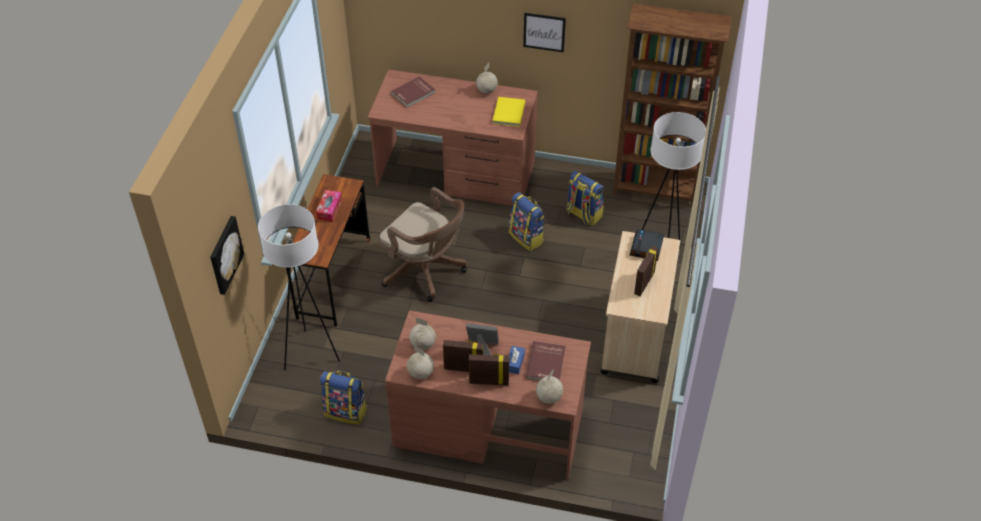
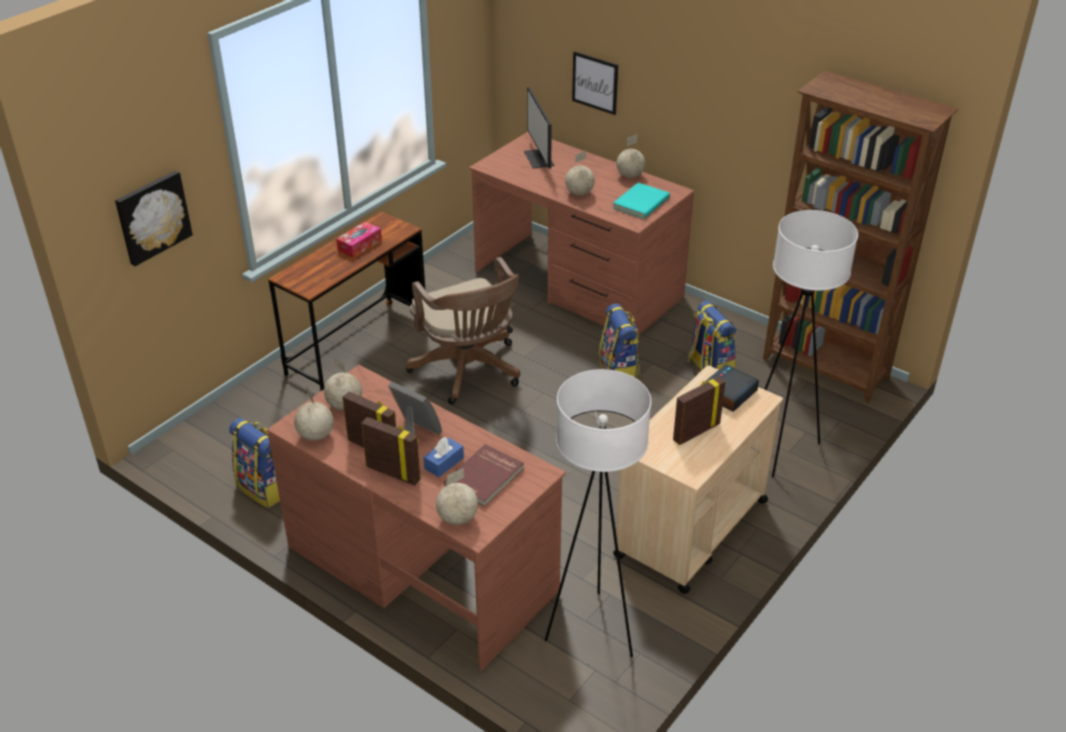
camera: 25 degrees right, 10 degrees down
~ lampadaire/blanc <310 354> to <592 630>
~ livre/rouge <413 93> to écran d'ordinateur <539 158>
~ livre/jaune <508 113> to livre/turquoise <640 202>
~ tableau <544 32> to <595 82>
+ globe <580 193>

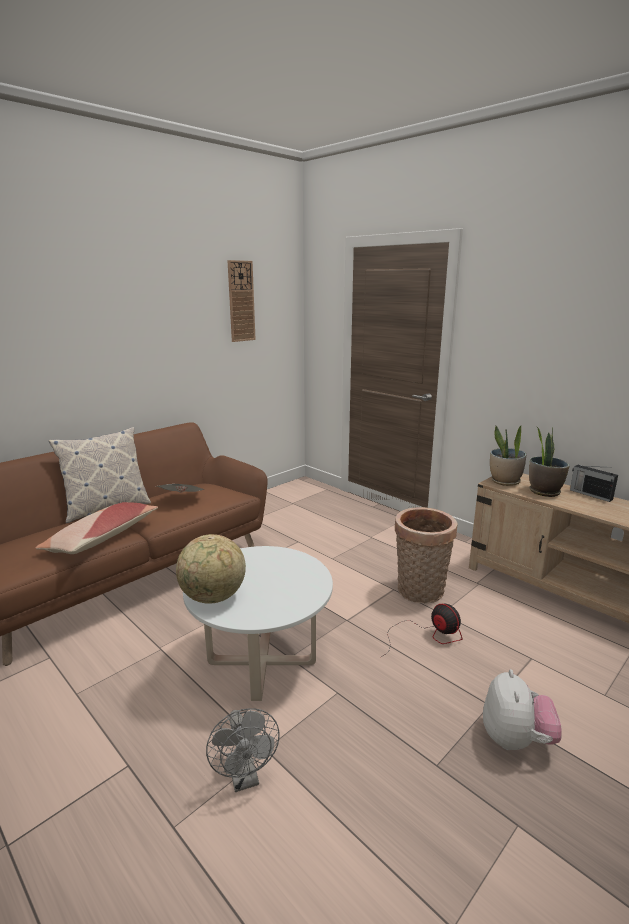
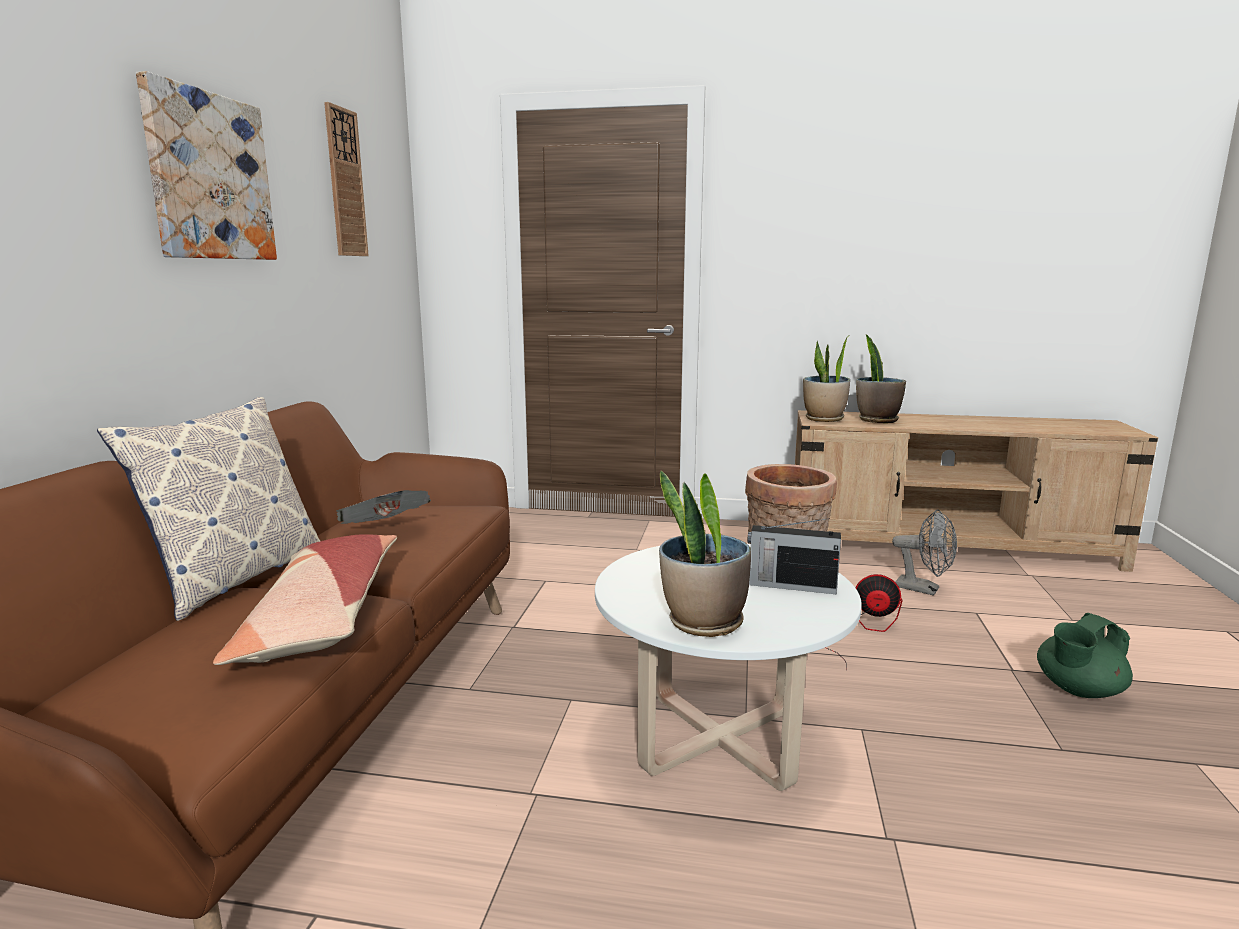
camera: 35 degrees left, 5 degrees down
~ globe <213 597> to plante en pot <703 623>
~ ventilateur/gris <245 778> to <924 589>
~ peluche <515 740> to théière/vert <1078 690>
~ radio <590 494> to <790 585>
+ tableau <209 177>

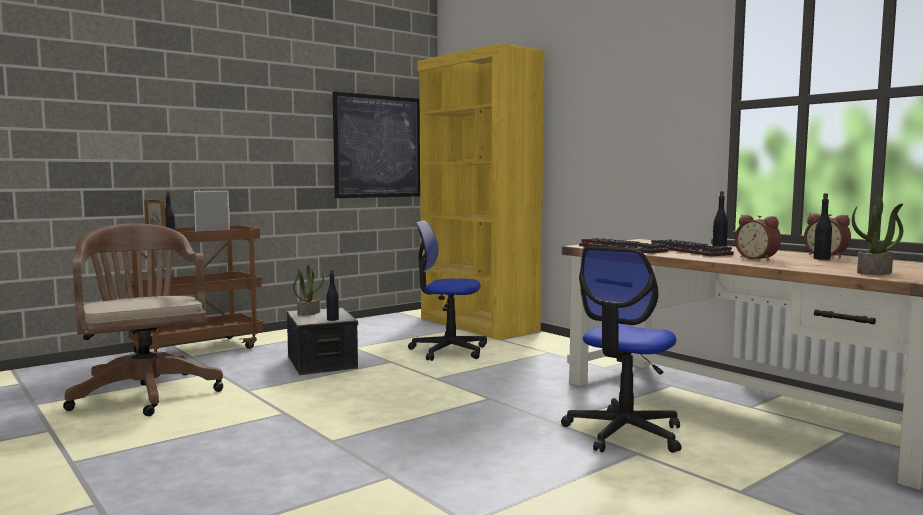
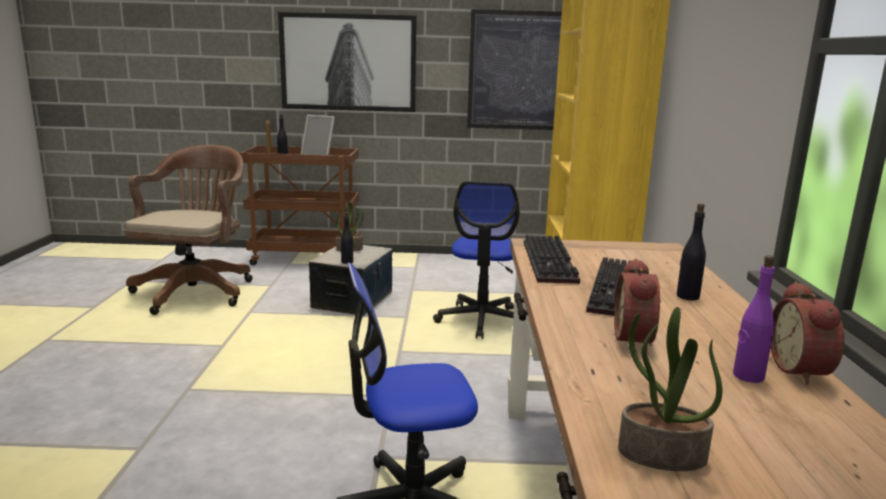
camera: 40 degrees right, 10 degrees up
~ chaise de bureau <448 350> = <481 320> 135 degrees counterclockwise
~ bouteille/noir <821 259> to bouteille/violet <748 376>
+ tableau <348 62>

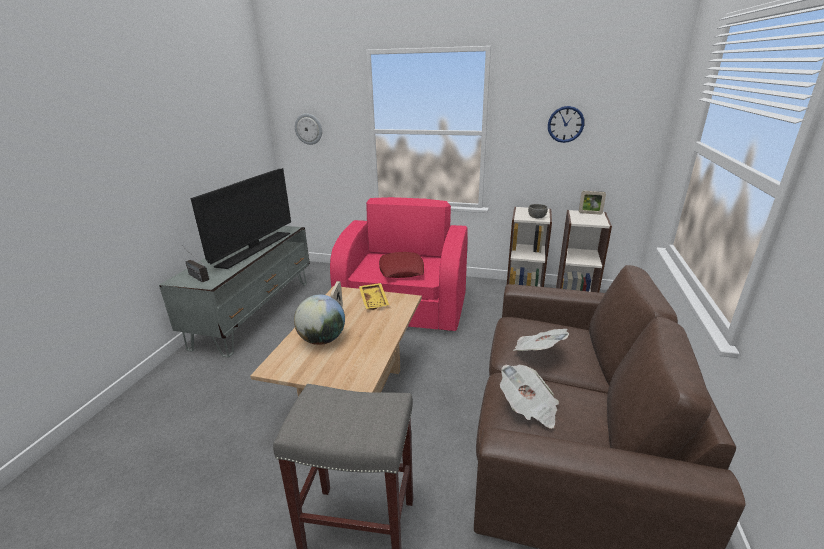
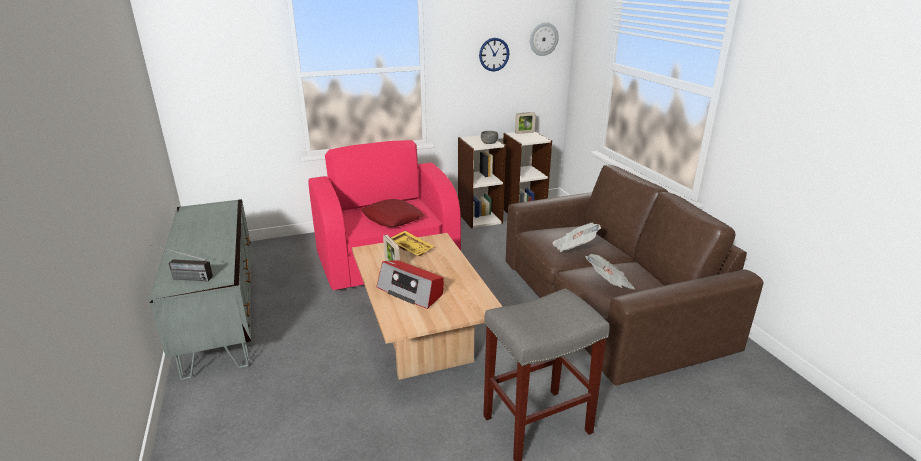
camera: 35 degrees left, 0 degrees up
- téléviseur <254 249>
~ globe <322 340> to radio <411 291>
~ horloge murale <308 129> to <543 39>

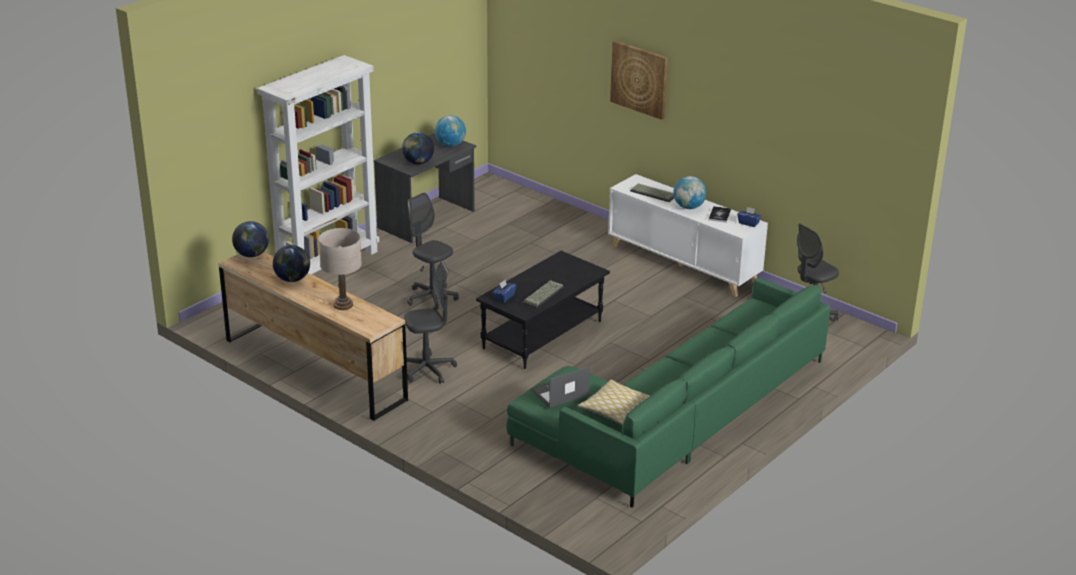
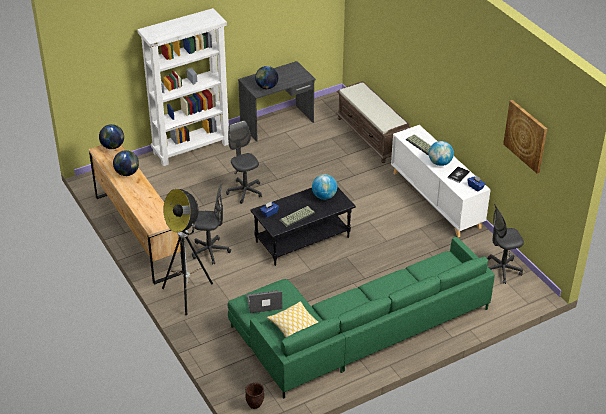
camera: 20 degrees right, 10 degrees up
- lampe de table/beige <343 305>
~ globe <450 145> to <324 196>
~ tableau <639 79> to <526 136>
+ lampadaire <188 295>
+ cache-pot/marron <255 405>
+ banc/marron <372 136>

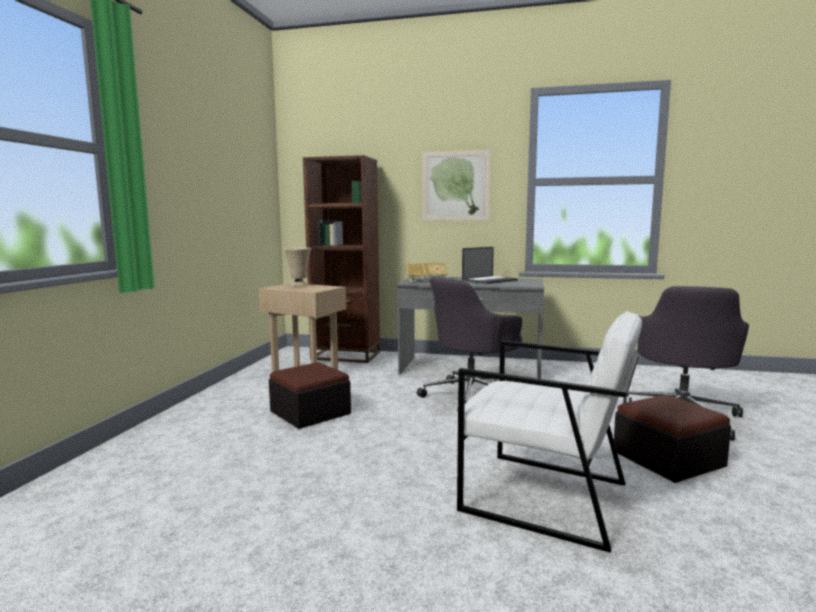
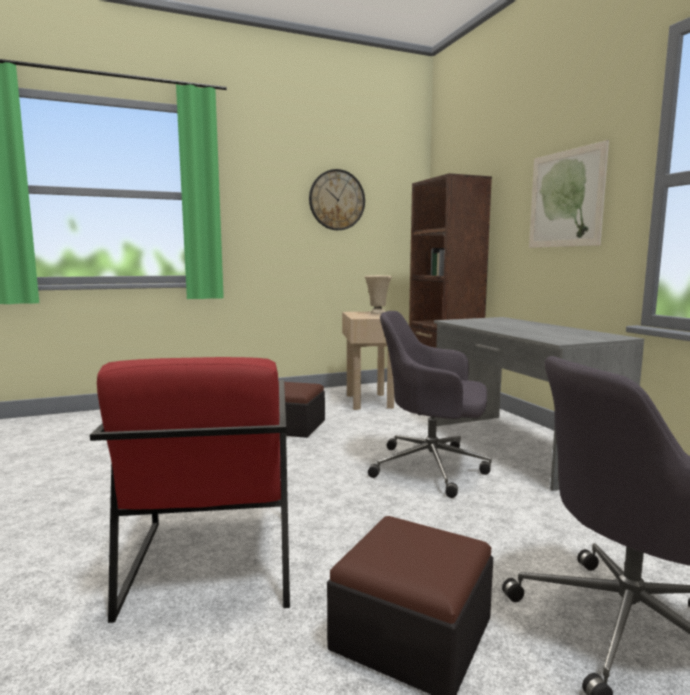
camera: 55 degrees right, 0 degrees up
- livre <426 281>
~ fauteuil/blanc <544 497> to fauteuil/rouge <211 560>
- ordinateur portable <489 280>
+ horloge murale <337 200>

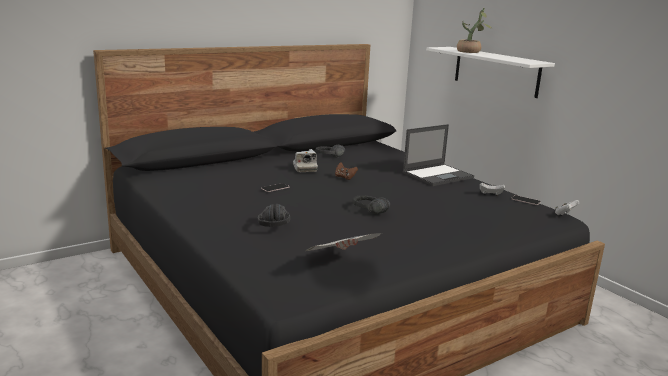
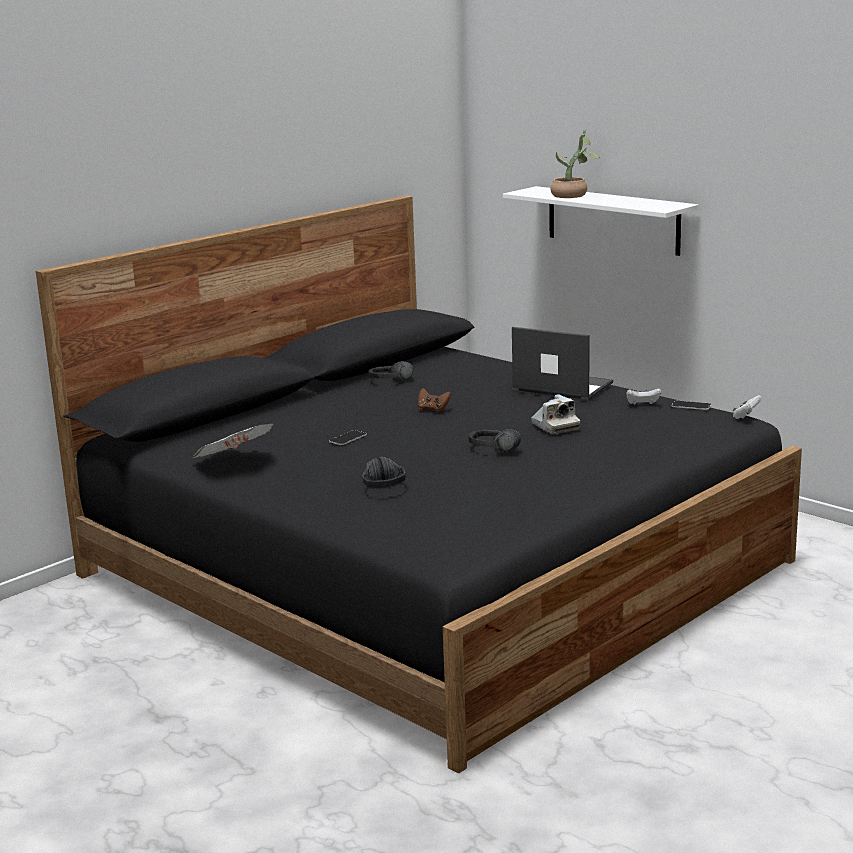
camera: 10 degrees left, 0 degrees up
~ appareil photo <304 168> to <555 427>
~ journal <341 261> to <234 462>
~ ordinateur portable <438 175> = <561 387> 105 degrees counterclockwise

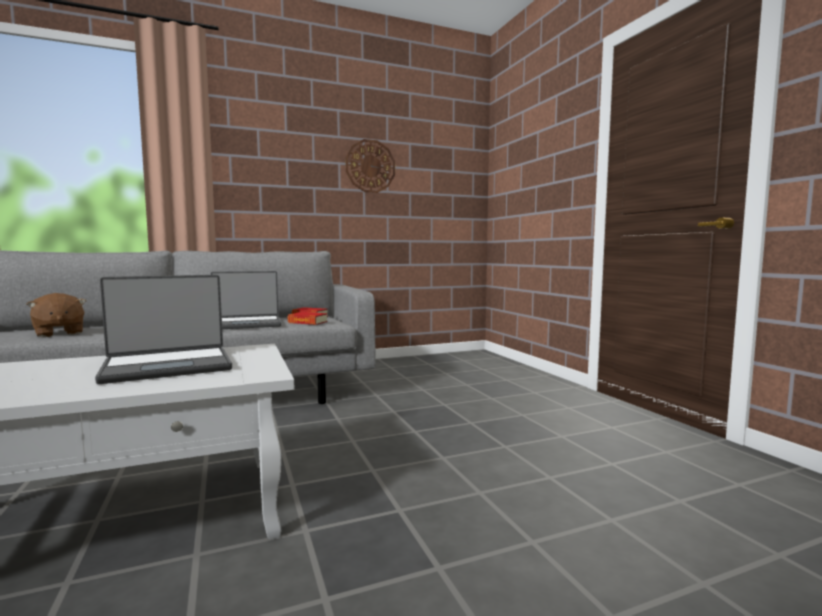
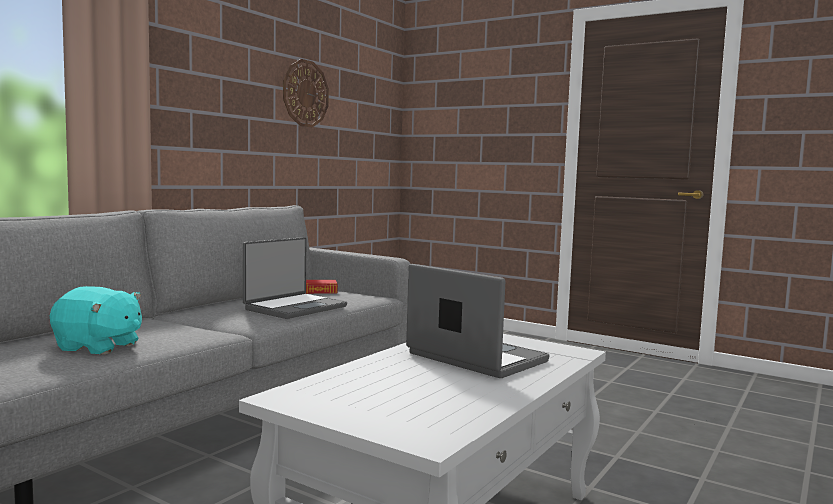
camera: 35 degrees left, 0 degrees up
~ peluche/marron <58 333> to peluche/turquoise <98 347>
~ ordinateur portable <168 366> = <475 358> 75 degrees counterclockwise
- livre <307 322>

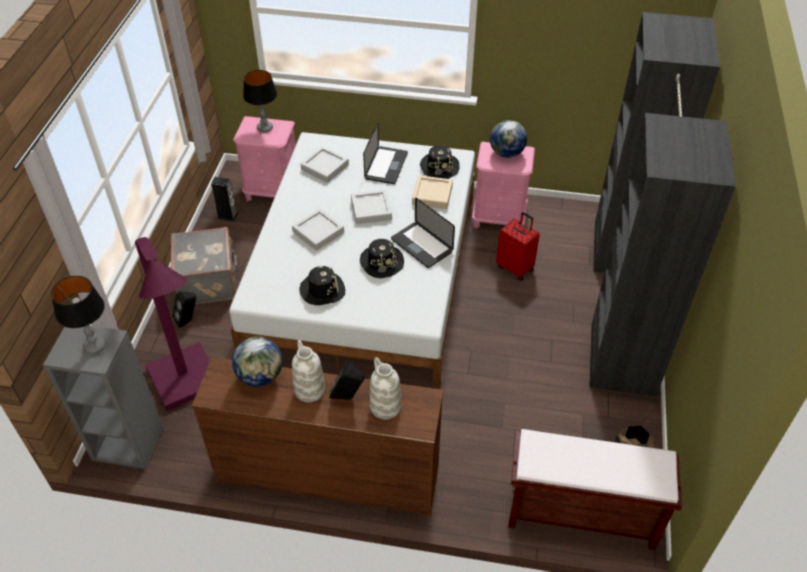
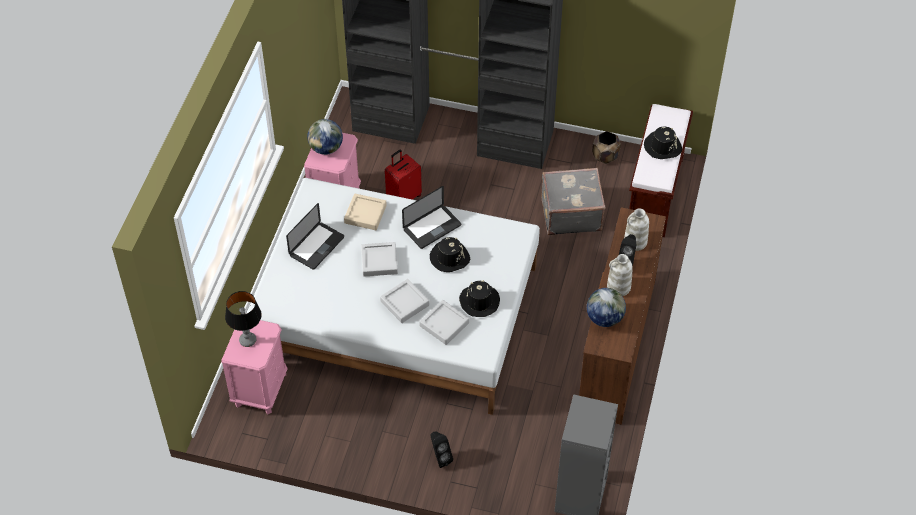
camera: 85 degrees left, 5 degrees up
- lampe de table <95 345>
- lampadaire/violet <188 386>
~ valise/gris <209 280> to <570 213>
- enceinte <227 215>
~ plateau/gris <325 167> to <444 324>
~ ordinateur portable <386 166> = <316 246> 105 degrees clockwise
~ chapeau/noir <439 167> to <662 146>

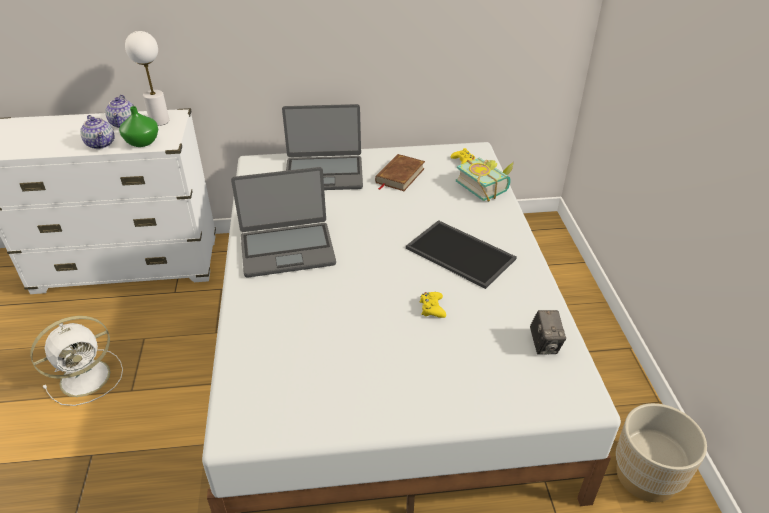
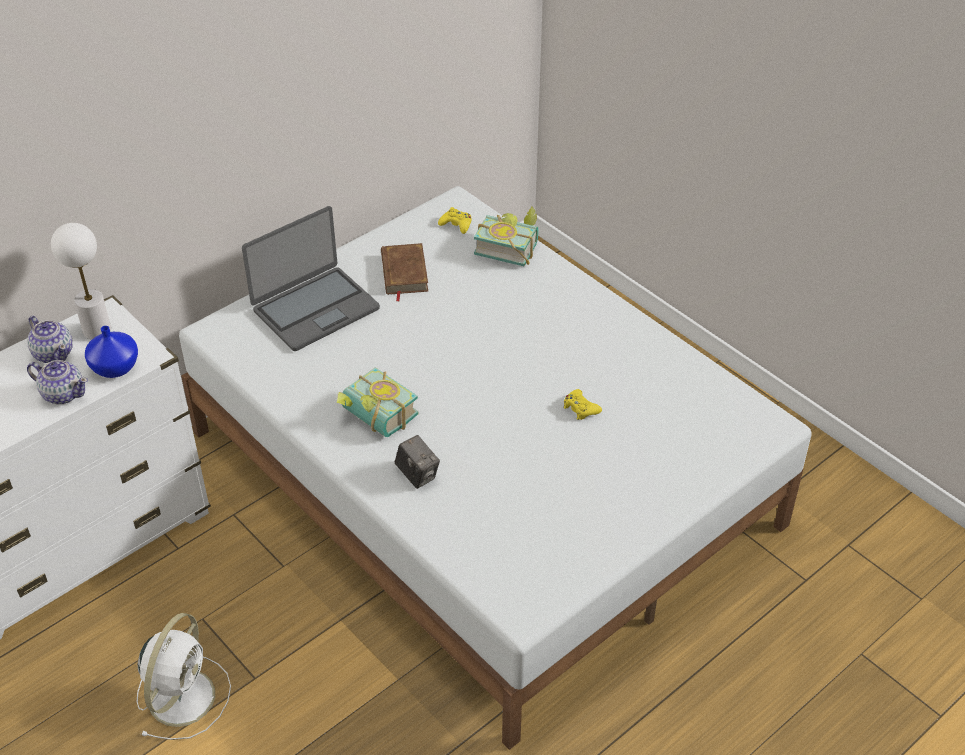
camera: 35 degrees left, 5 degrees up
~ vase/vert <143 142> to vase/bleu <115 367>
~ ordinateur portable <287 249> to livre <374 419>
- plateau <462 253>
~ appareil photo <544 344> to <417 475>
- cache-pot/beige <646 476>

